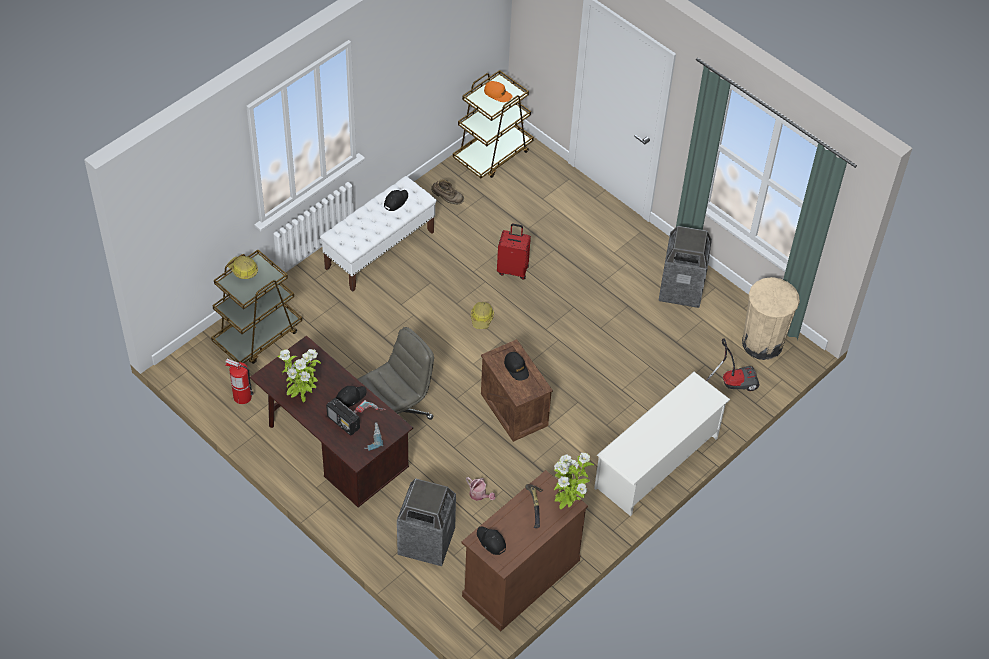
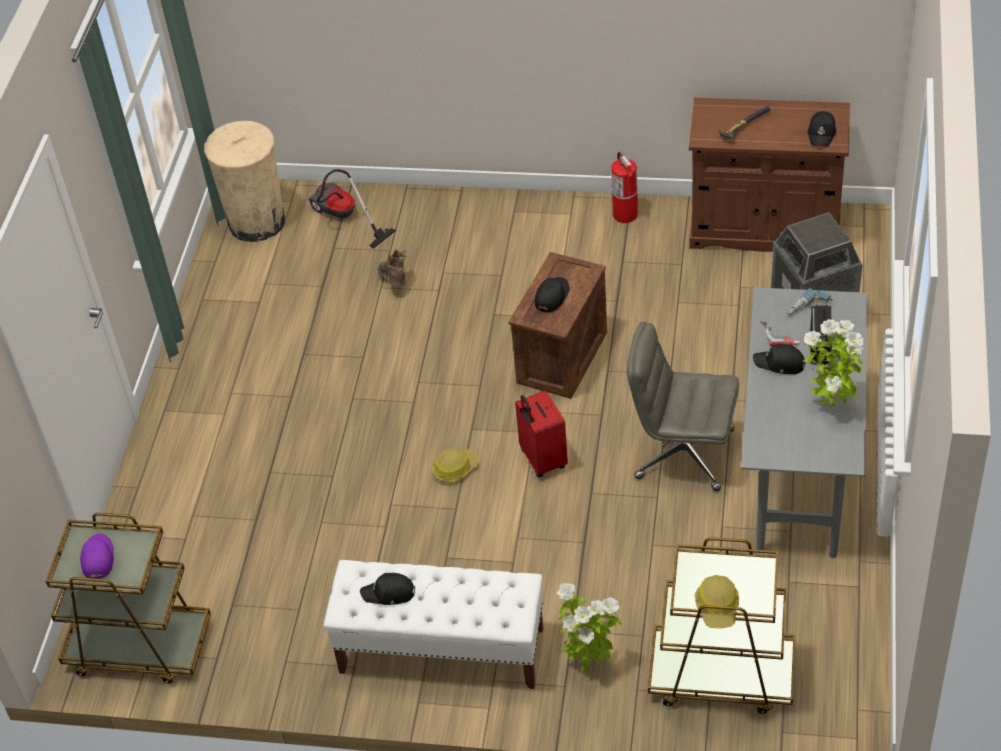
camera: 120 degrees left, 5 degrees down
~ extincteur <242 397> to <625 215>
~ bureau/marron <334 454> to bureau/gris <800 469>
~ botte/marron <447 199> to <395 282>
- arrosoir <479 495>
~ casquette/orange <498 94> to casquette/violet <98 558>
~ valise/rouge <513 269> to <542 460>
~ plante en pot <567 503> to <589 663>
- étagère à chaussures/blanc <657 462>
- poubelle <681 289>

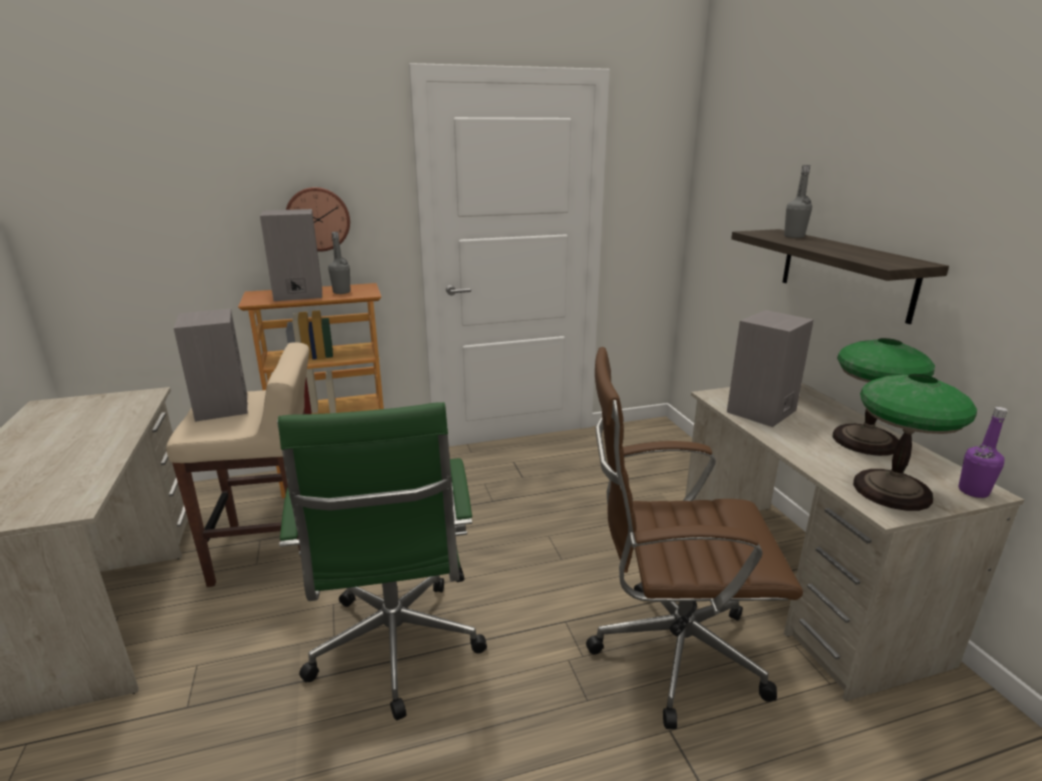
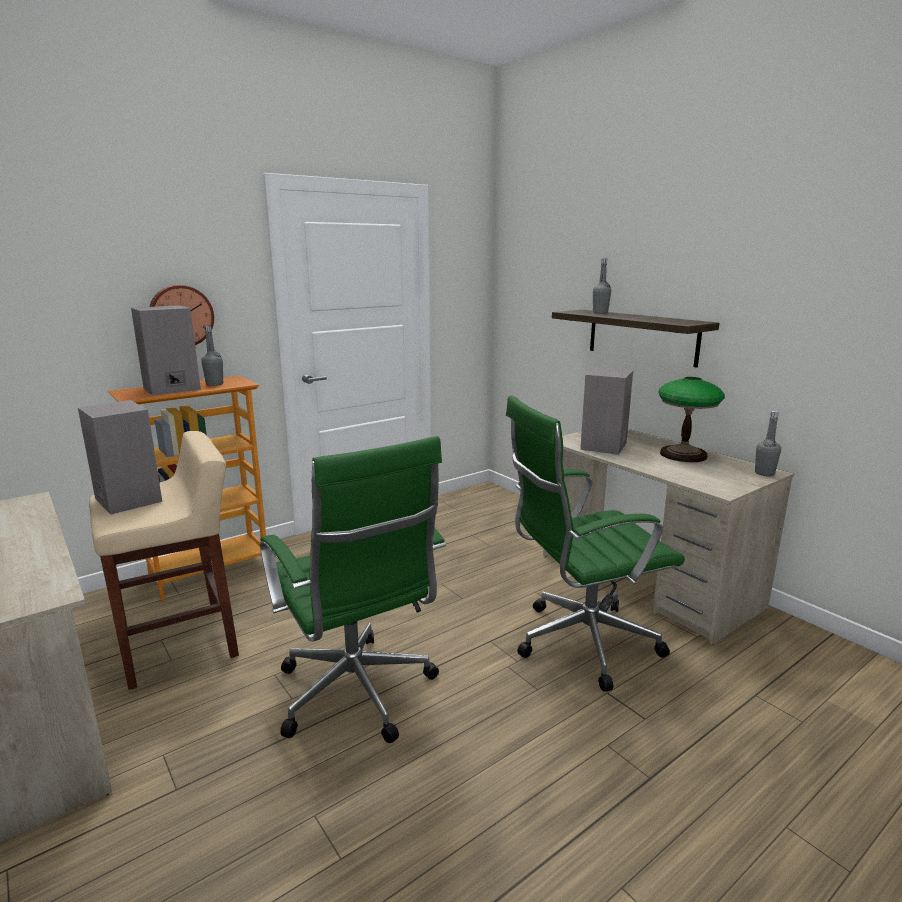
camera: 20 degrees left, 5 degrees down
~ chaise de bureau/marron <669 652> to chaise de bureau/vert <580 643>
- lampe de table <892 491>
~ bouteille/violet <973 491> to bouteille/gris <764 473>

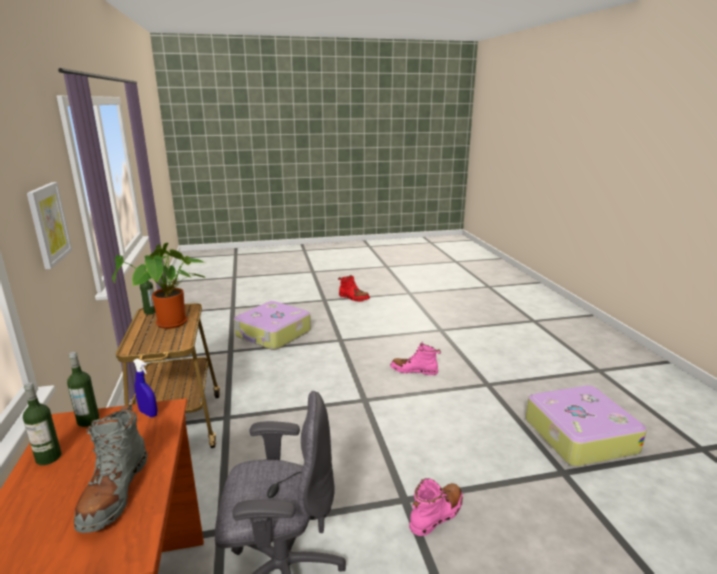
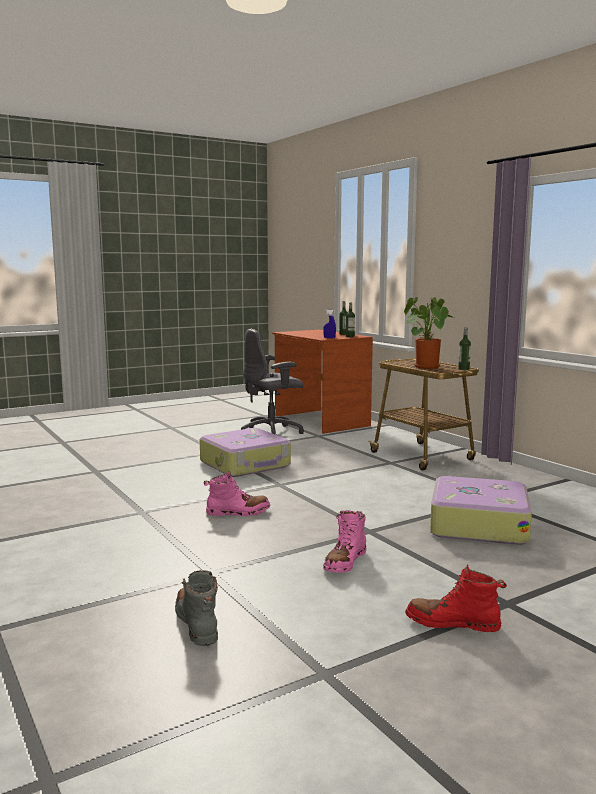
camera: 160 degrees right, 10 degrees down
- tableau <48 224>
~ botte/gris <114 492> to <197 623>
~ botte/rose <437 514> to <345 562>
~ valise <578 435> to <246 464>

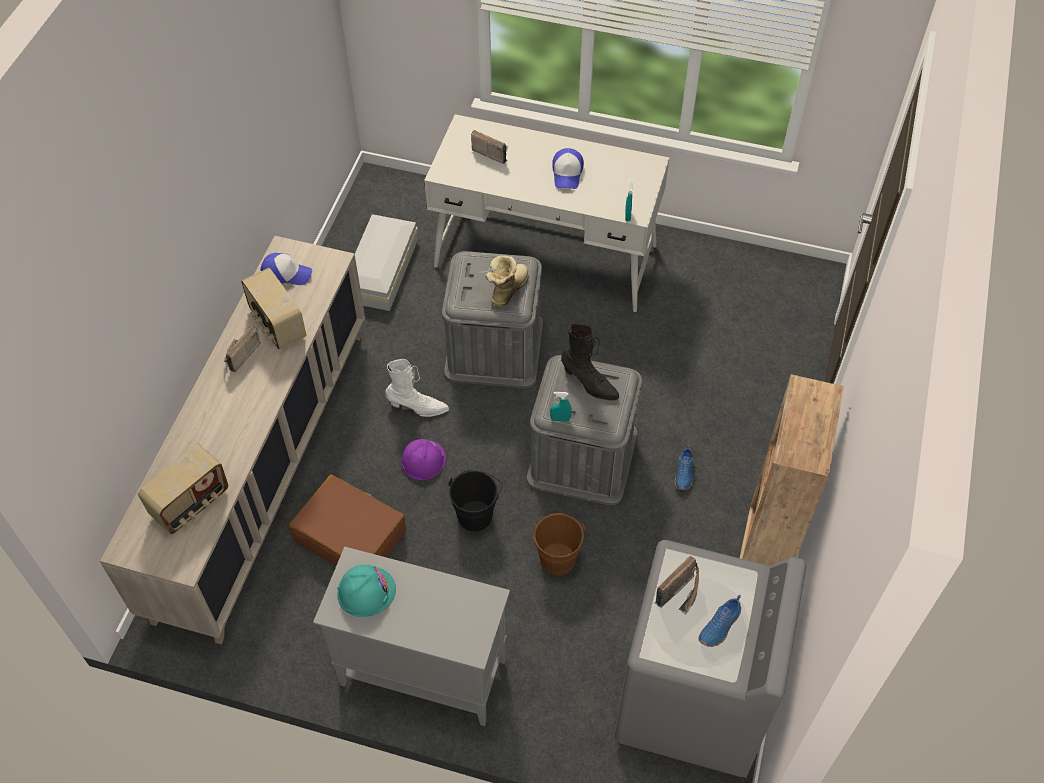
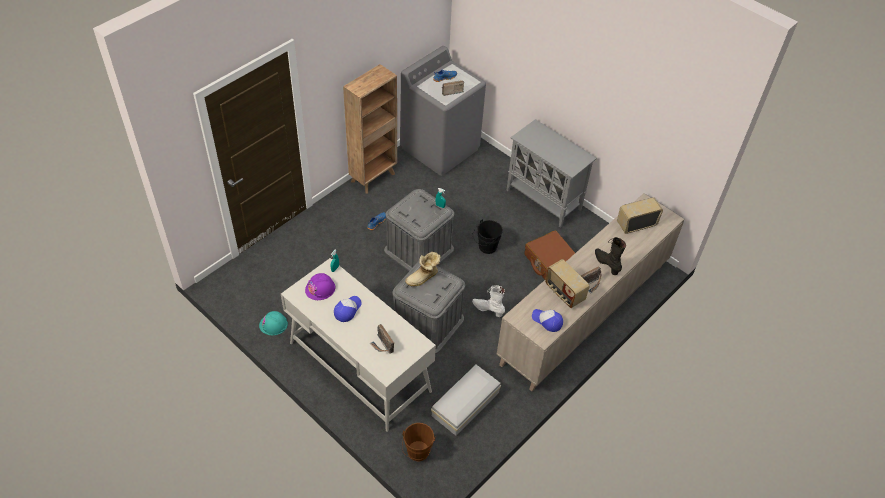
camera: 155 degrees left, 5 degrees down
~ radio <277 324> = <564 293> 150 degrees clockwise
~ casque de chantier/turquoise <366 591> to <273 324>
~ casque de chantier/violet <423 460> to <320 288>
~ seau/marron <556 556> to <417 454>
~ botte/noir <589 384> to <606 264>

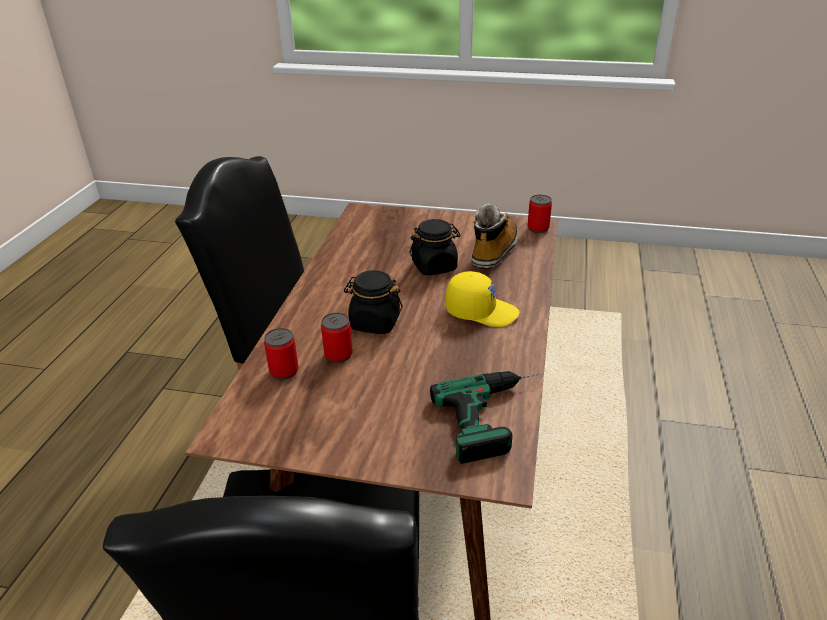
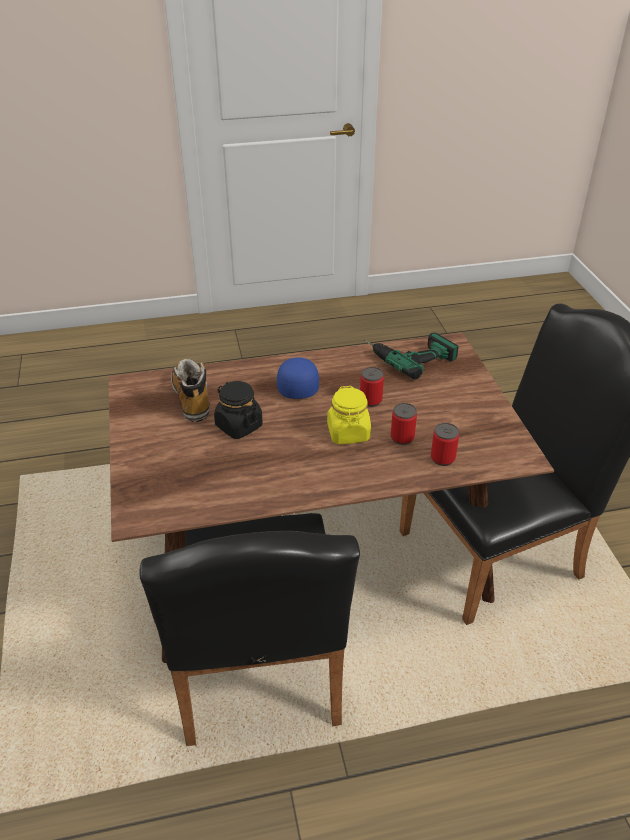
camera: 115 degrees left, 5 degrees up
~ bocal/noir <374 322> to bocal/jaune <348 433>
~ casquette/jaune <481 311> to casquette/bleu <296 384>
~ botte <494 251> = <192 398> 75 degrees clockwise
~ boîte métallique <538 228> to <370 400>

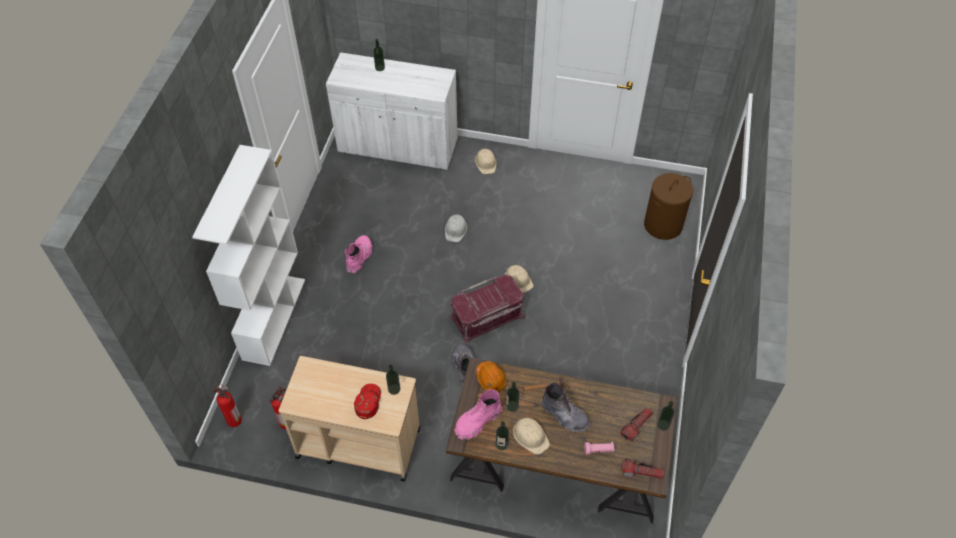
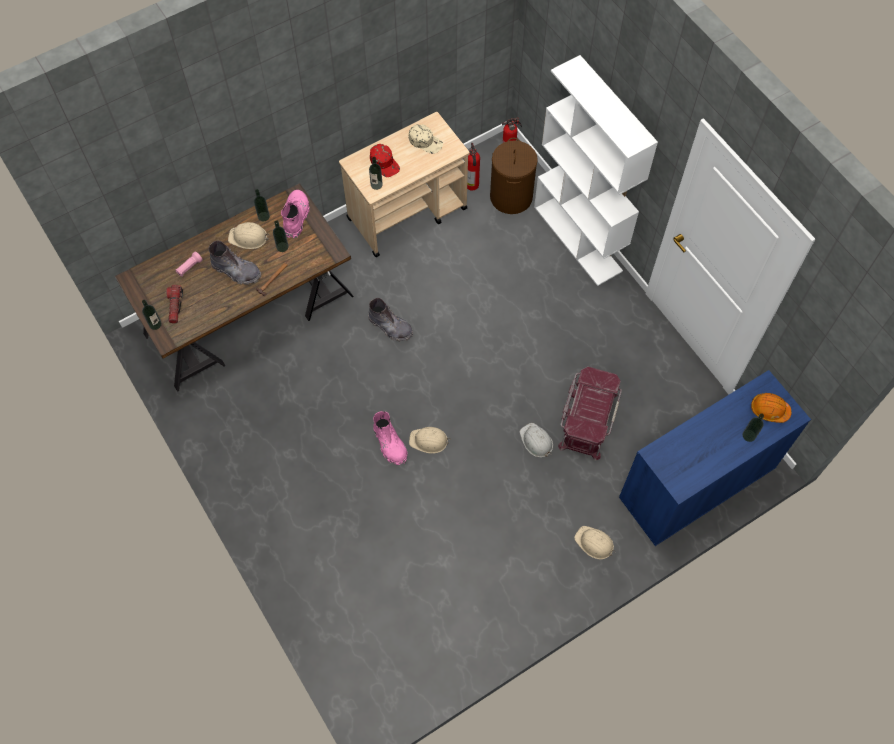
camera: 135 degrees right, 10 degrees up
~ meuble de rangement/blanc <398 146> to meuble de rangement/bleu <696 483>
~ botte/rose <359 257> to <390 444>
~ boîte de rangement/rouge <487 318> to <587 419>
~ casque de chantier/orange <490 379> to <769 410>
~ botte/gris <564 415> = <236 271> 150 degrees counterclockwise
- lampe de poche <641 472>
~ panier à linge/marron <663 225> to <511 196>
+ casquette/beige <425 141>

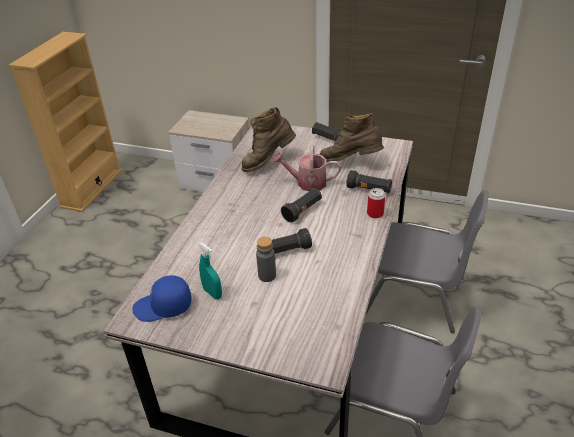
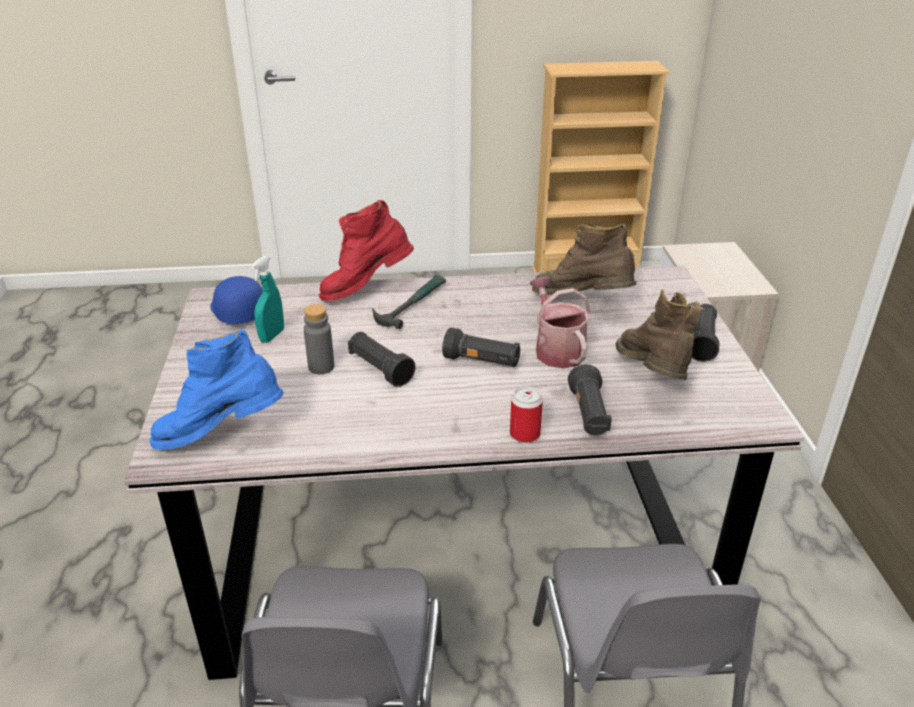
camera: 65 degrees right, 5 degrees down
+ botte/bleu <221 436>
+ botte/rouge <366 289>
+ marteau <411 305>

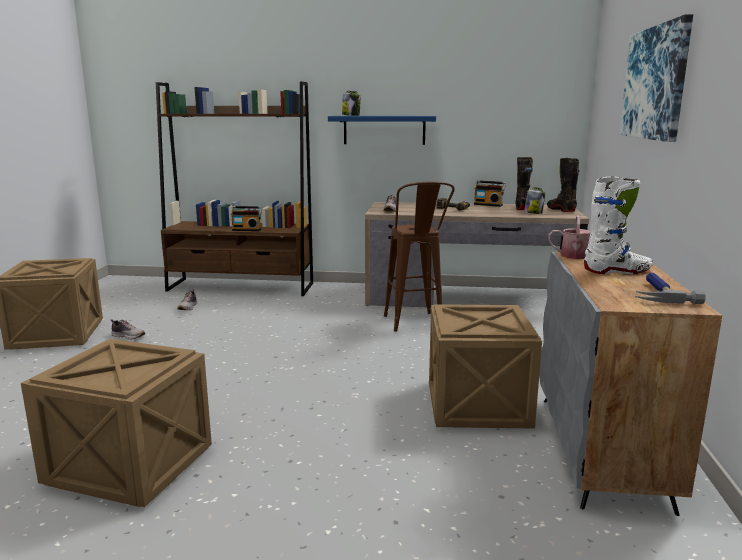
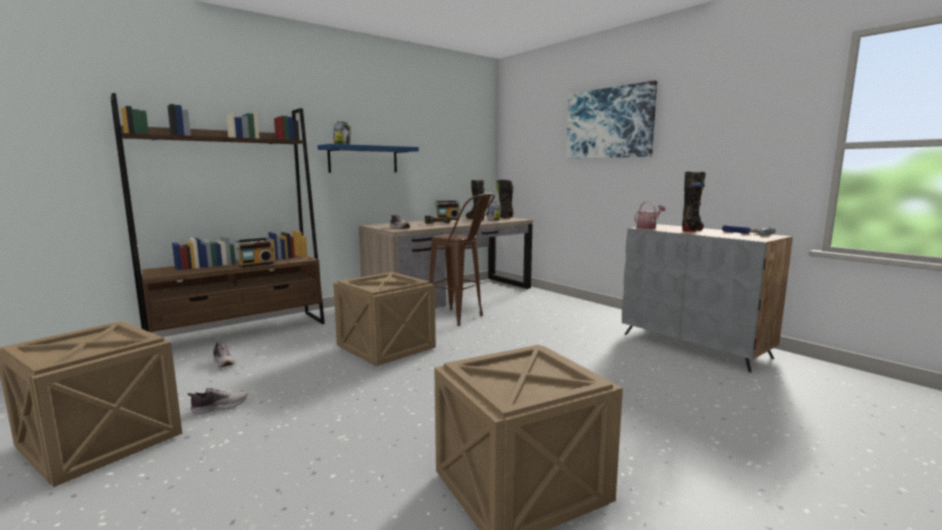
camera: 45 degrees left, 5 degrees down
~ caisse <477 404> to <385 348>
~ botte/blanc <617 271> to botte/noir <692 230>

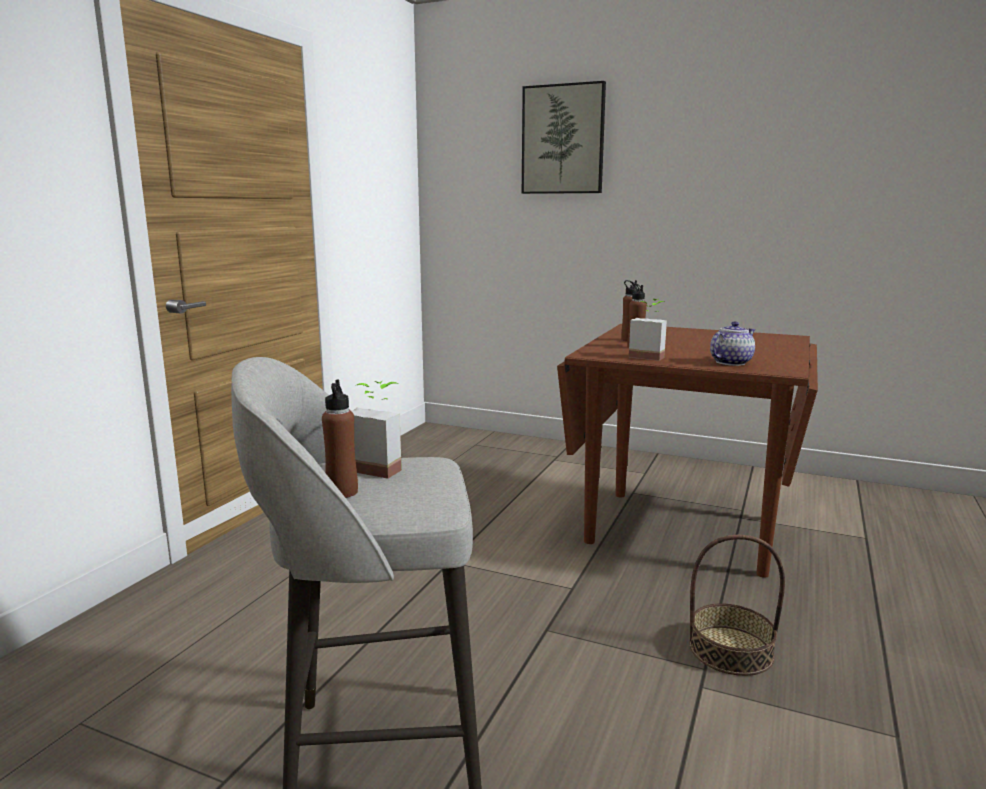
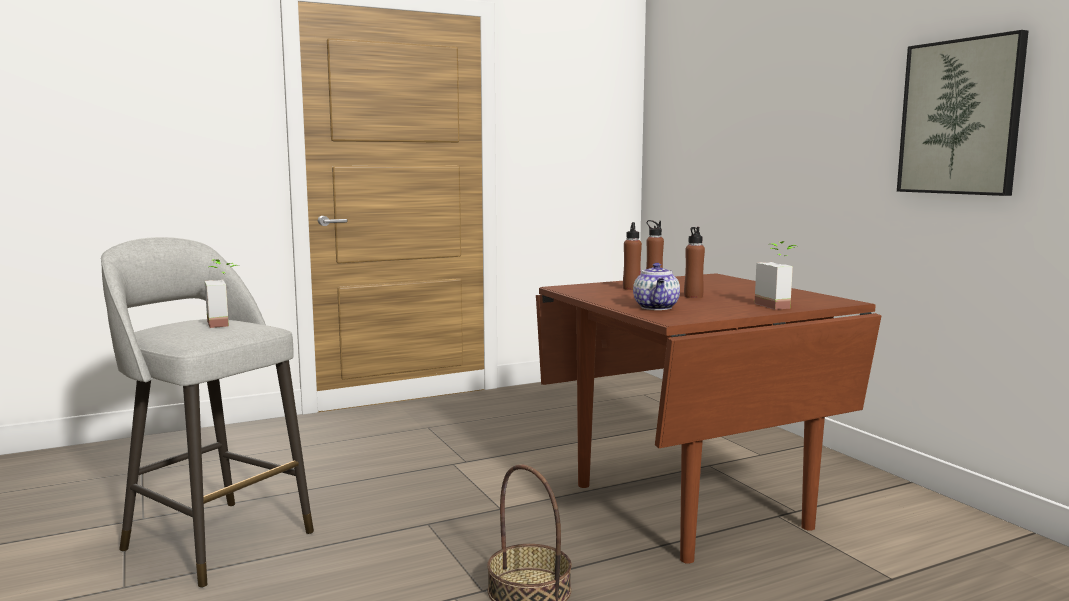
camera: 40 degrees right, 5 degrees down
~ bouteille/marron <342 492> to <693 296>
~ tableau <563 140> to <960 117>
~ plante en pot <648 356> to <778 305>
~ théière <731 362> = <656 307> 90 degrees clockwise

